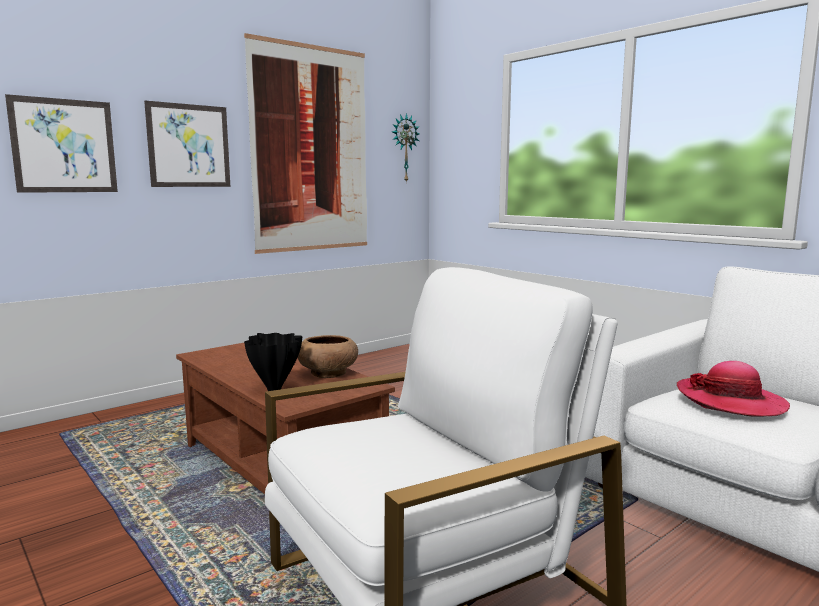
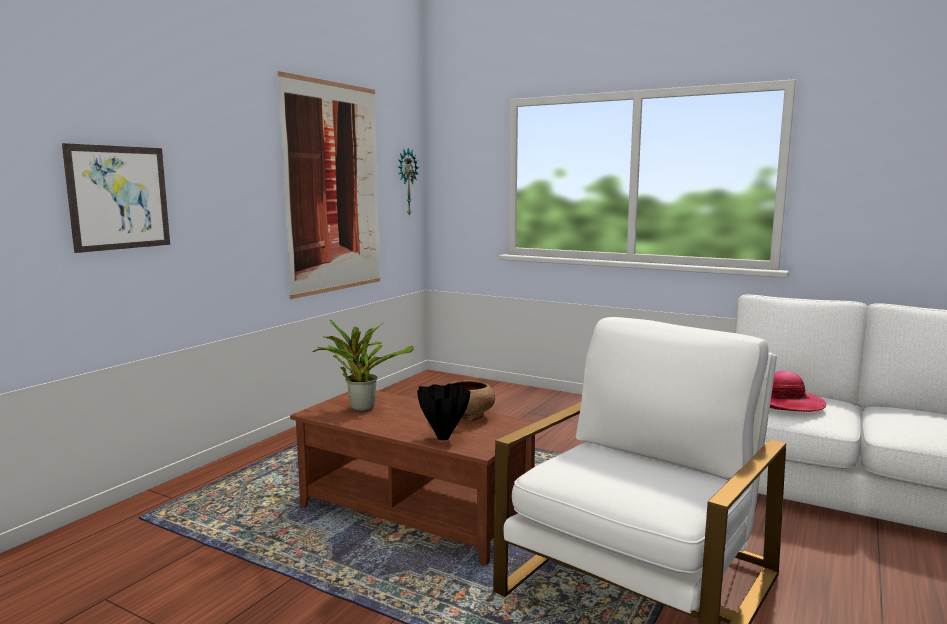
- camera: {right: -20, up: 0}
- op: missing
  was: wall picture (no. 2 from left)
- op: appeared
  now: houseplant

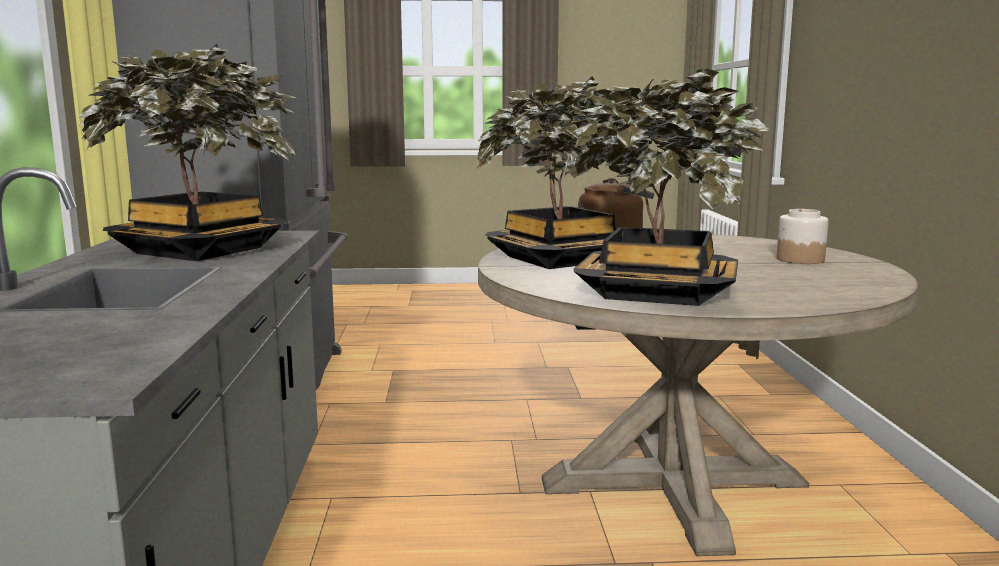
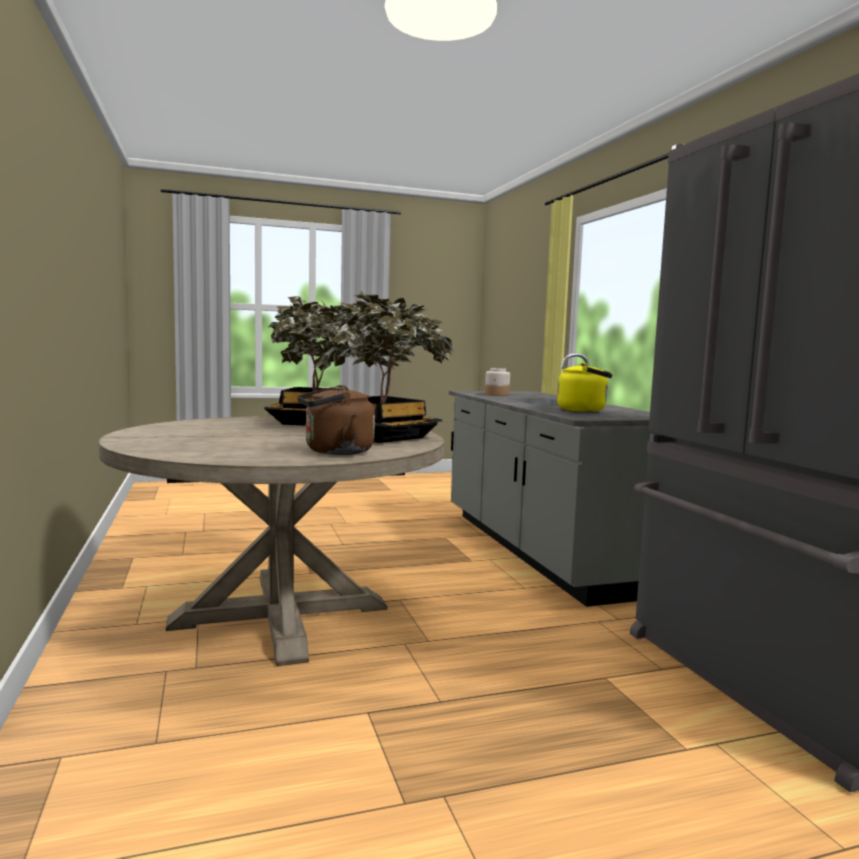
- camera: {right: 165, up: -5}
- op: relocated
  was: preserve jar
- op: exchanged
  was: houseplant (no. 1 from left)
  now: tea kettle/yellowish

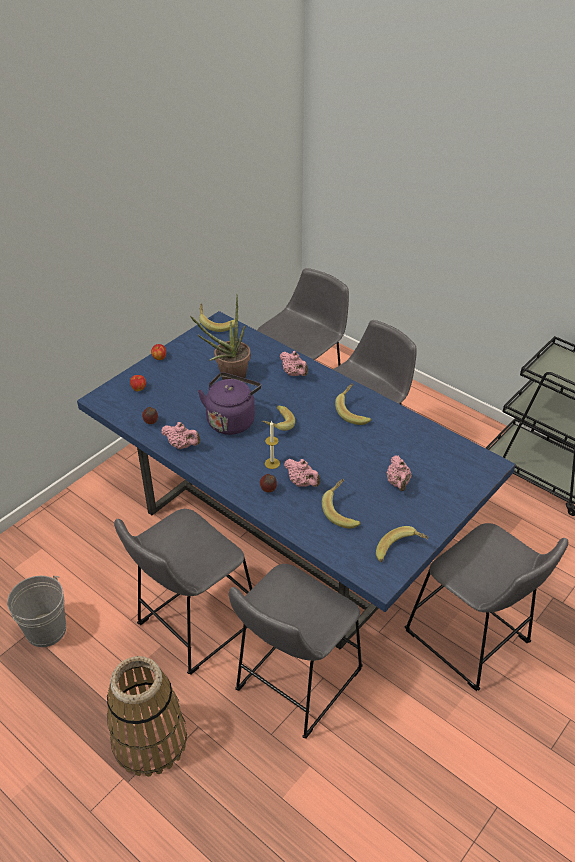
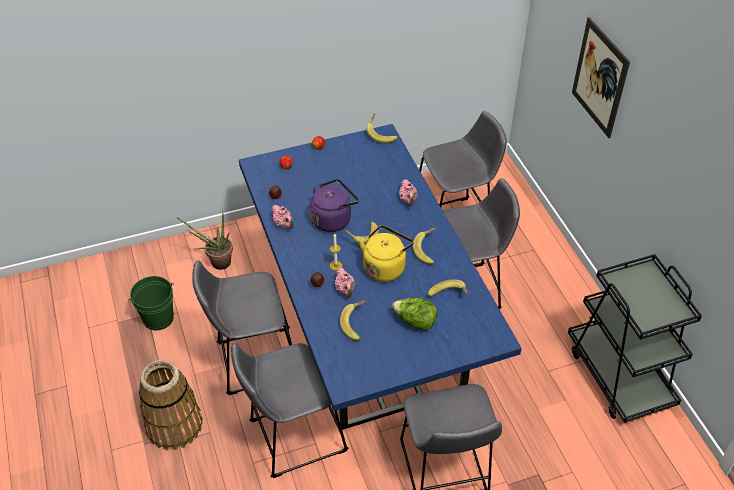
- camera: {right: 30, up: 5}
- op: appeared
  now: tea kettle/yellowish
- op: appeared
  now: wall picture
- op: relocated
  was: houseplant
- op: relocated
  was: banana fruit (no. 5 from left)
- op: exchanged
  was: pot for tea/pink-coloured (no. 4 from left)
  now: lettuce head
- op: colour
  was: water bucket/greyish
  now: water bucket/green

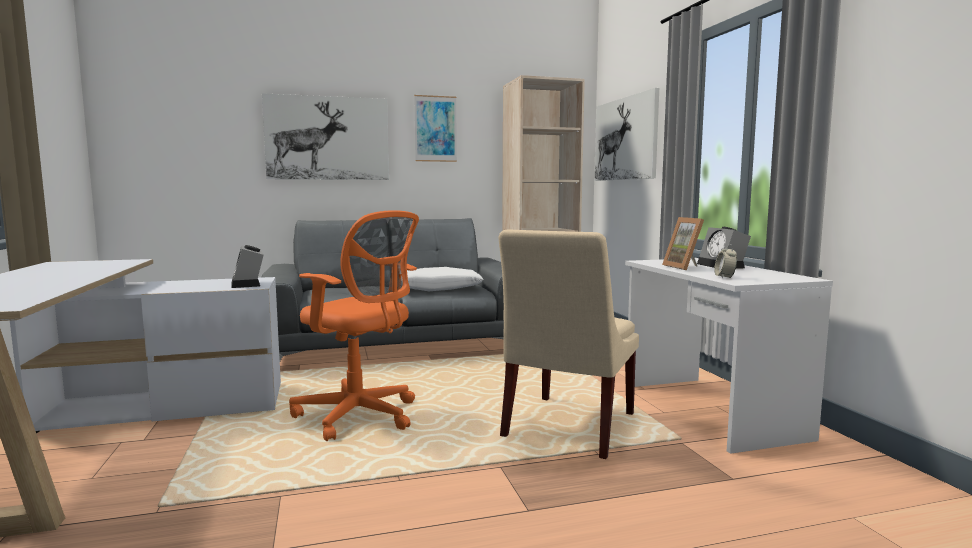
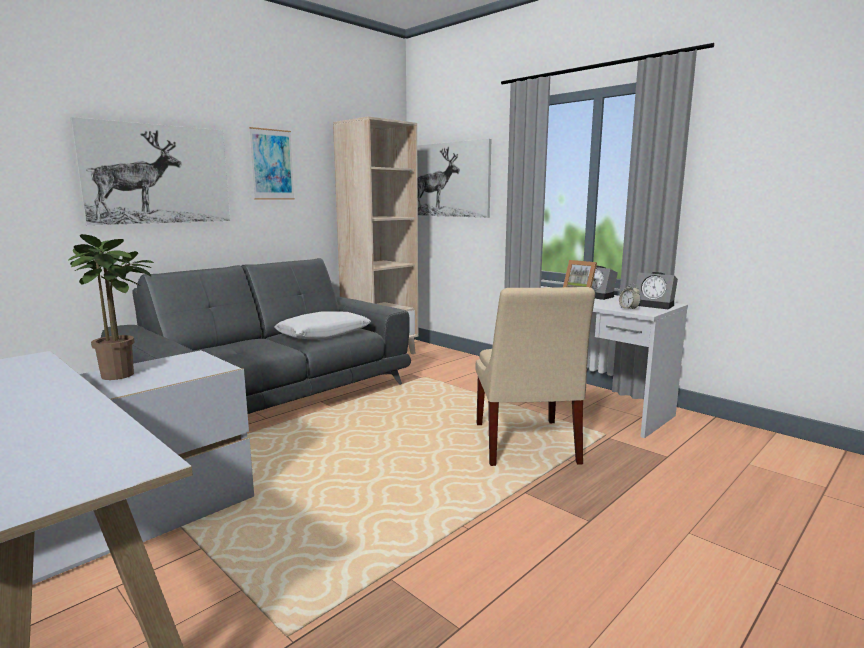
- camera: {right: -30, up: 5}
- op: missing
  was: desk chair/orange-coloured
- op: appeared
  now: houseplant
- op: relocated
  was: alarm clock (no. 1 from left in the first image)
  now: alarm clock (no. 3 from left)

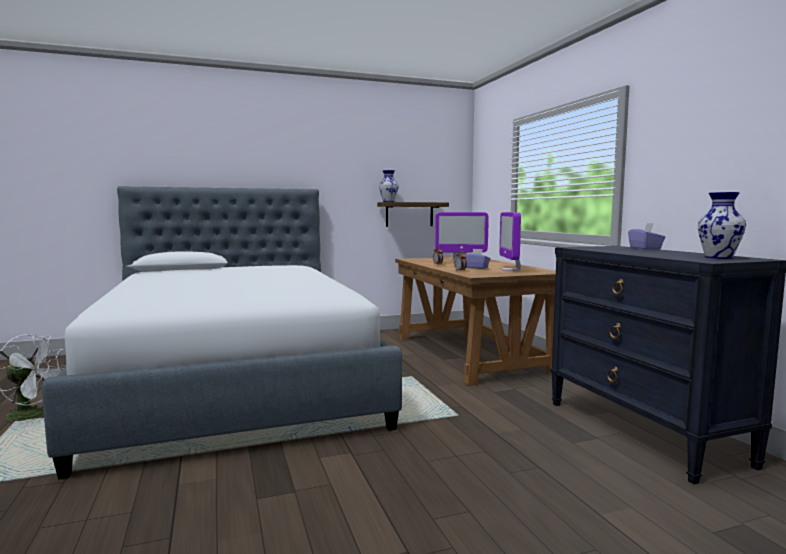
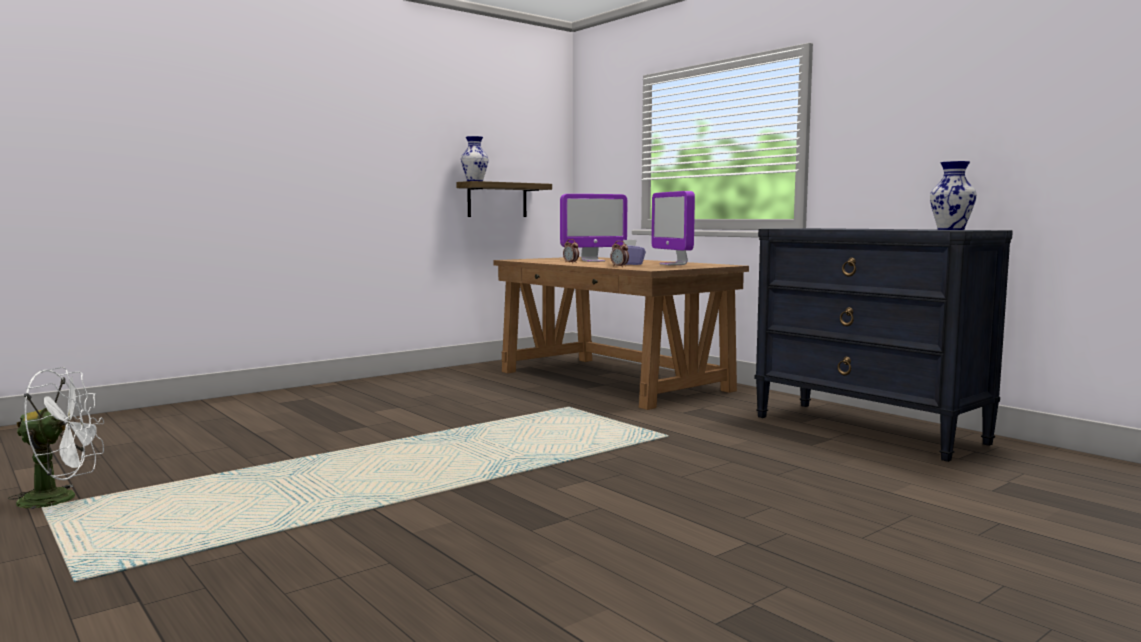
- camera: {right: -20, up: 0}
- op: missing
  was: bedroom bed
- op: missing
  was: box of tissues/purple (no. 2 from left)

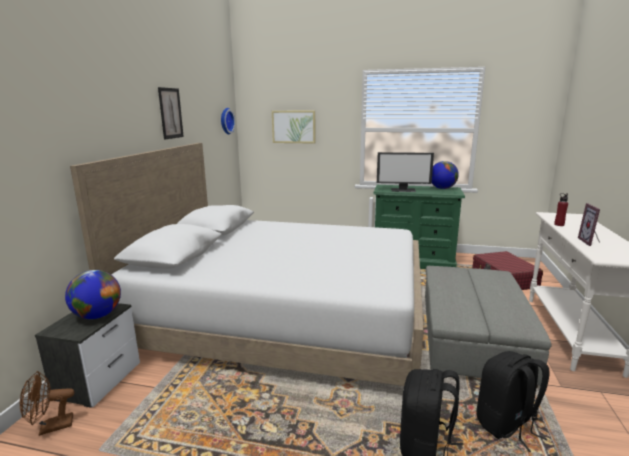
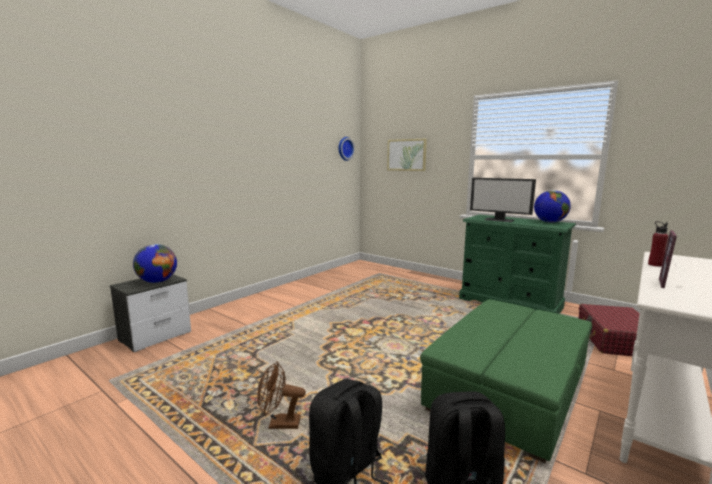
- camera: {right: 25, up: -5}
- op: missing
  was: bedroom bed/white-coloured
- op: missing
  was: wall picture (no. 1 from left)
- op: relocated
  was: electric fan/brown-coloured
- op: colour
  was: ottoman/greyish
  now: ottoman/green

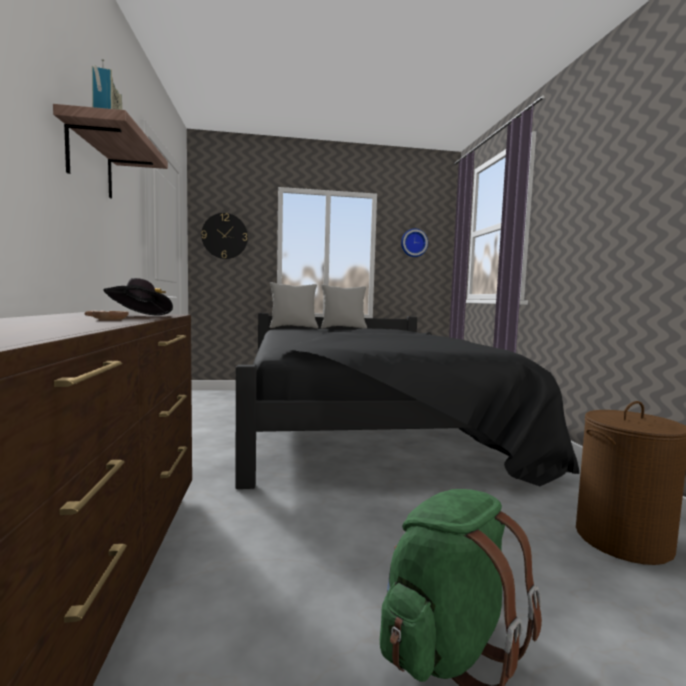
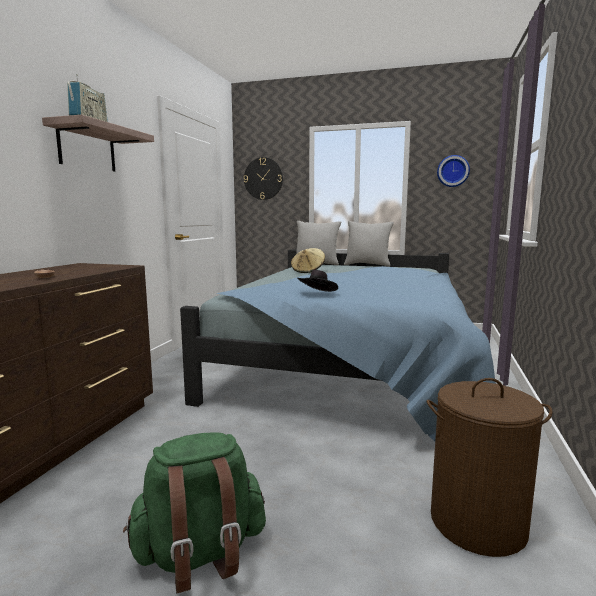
- camera: {right: 25, up: 5}
- op: appeared
  now: wearable hat/beige-coloured
- op: relocated
  was: wearable hat/blackish
- op: colour
  was: bedroom bed/blackish
  now: bedroom bed/bluish

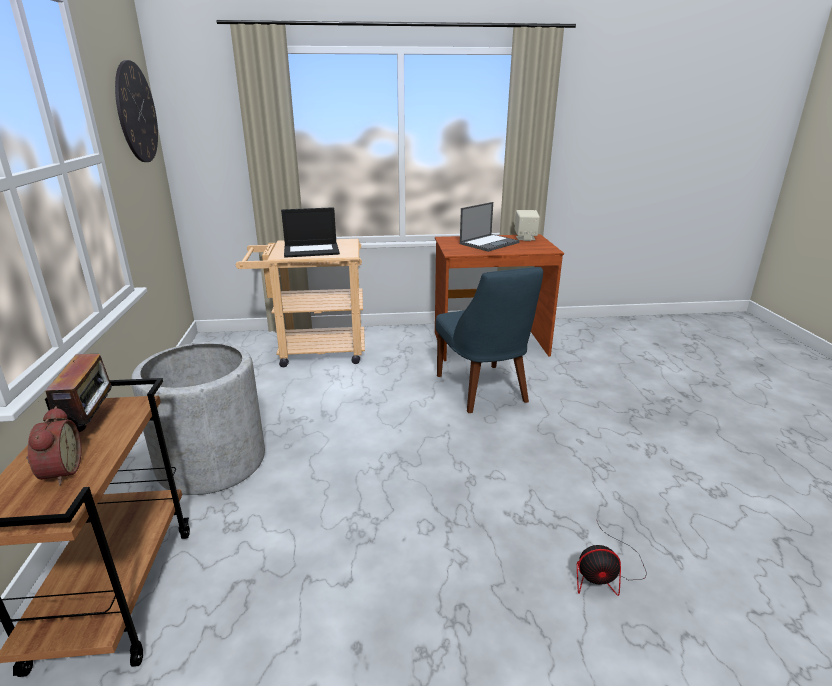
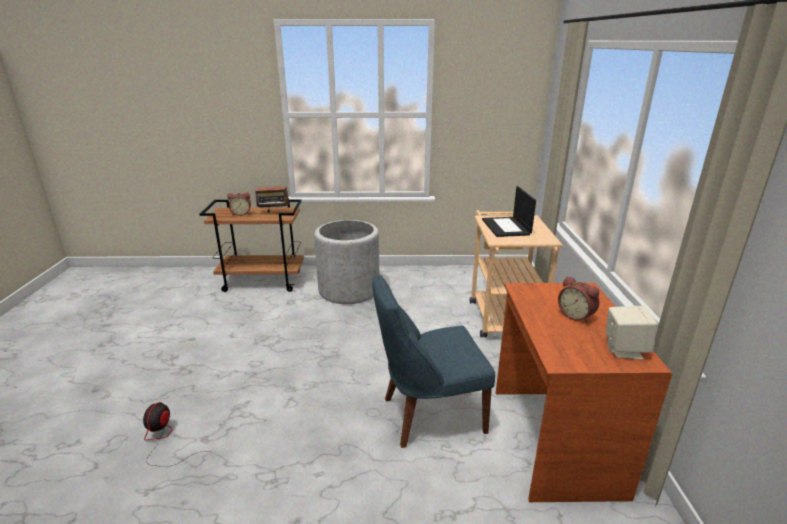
- camera: {right: 95, up: 0}
- op: missing
  was: hanging clock
- op: exchanged
  was: portable computer (no. 2 from left)
  now: alarm clock (no. 2 from left)

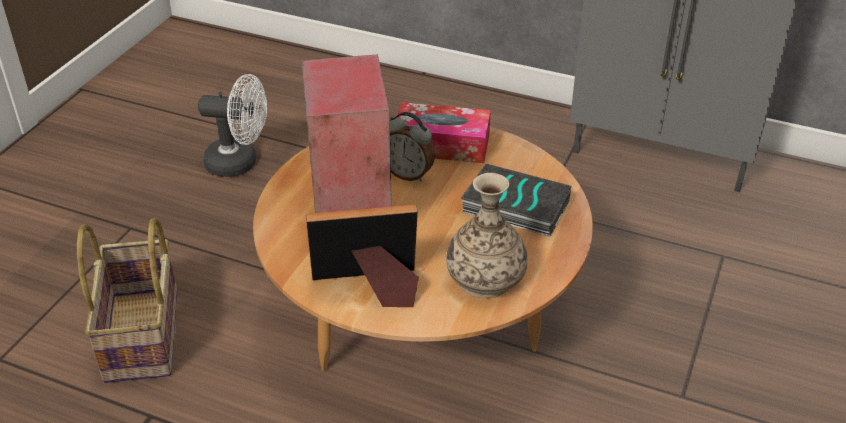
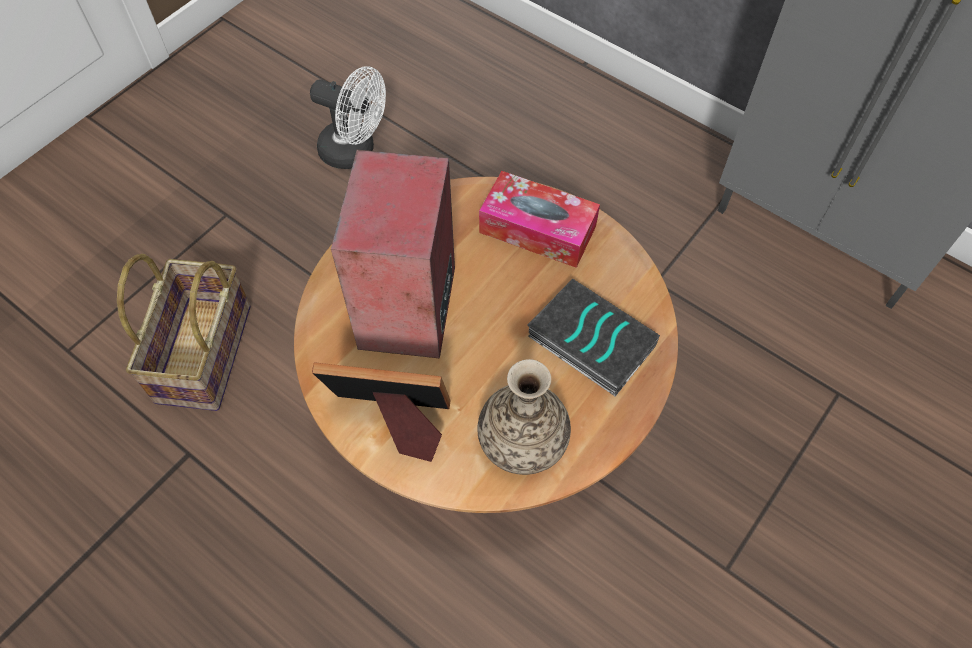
- camera: {right: 15, up: 20}
- op: missing
  was: alarm clock

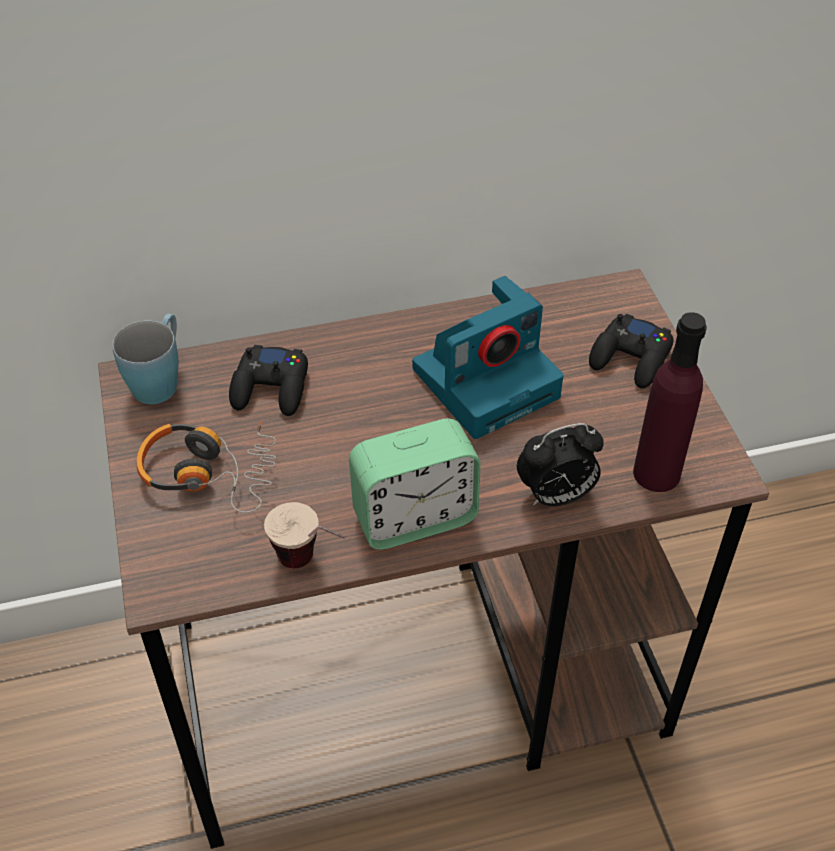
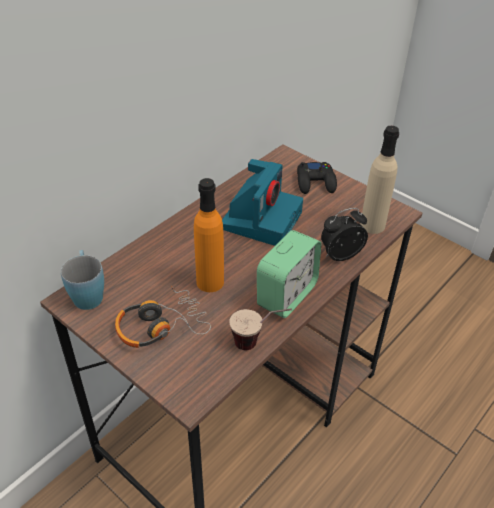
- camera: {right: -35, up: -5}
- op: missing
  was: joypad/blackish (no. 1 from left)
- op: appeared
  now: drink bottle/orange-coloured
- op: colour
  was: drink bottle/purple
  now: drink bottle/beige-coloured
- op: spun
  was: alarm clock (no. 2 from left)
  clockwise: -150

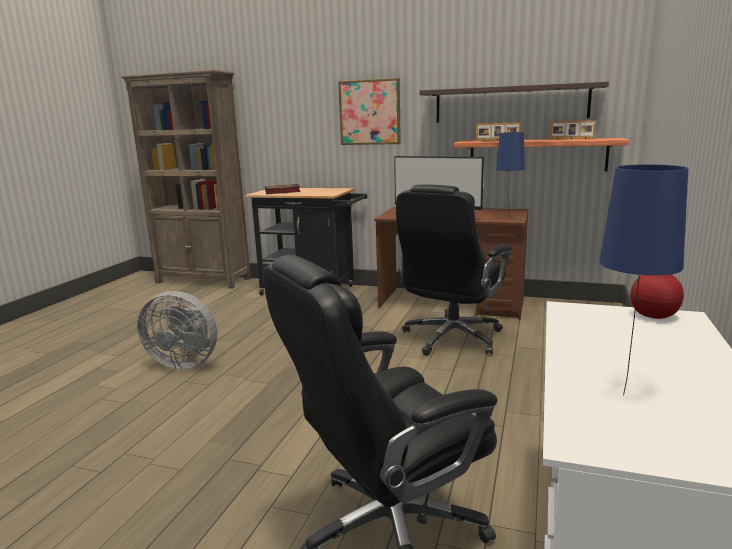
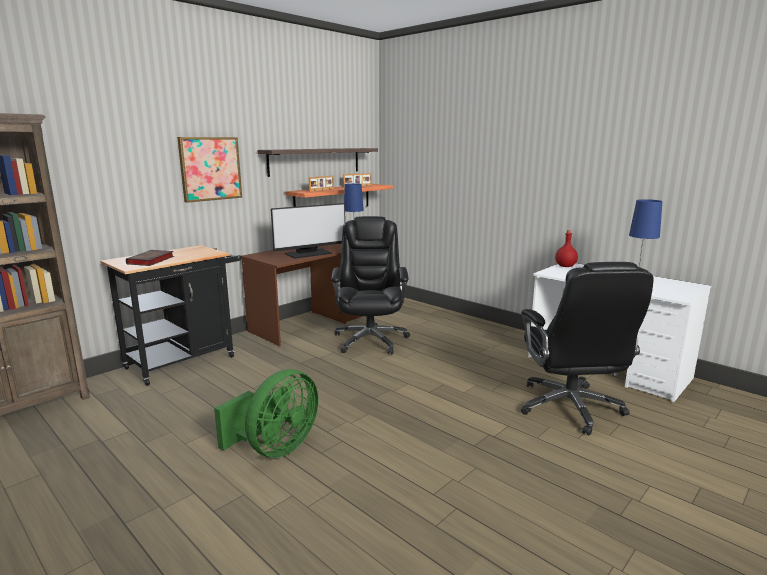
- camera: {right: -65, up: 0}
- op: colour
  was: electric fan/greyish
  now: electric fan/green
- op: spun
  was: desk chair/blackish (no. 2 from left in the first image)
  clockwise: -150

